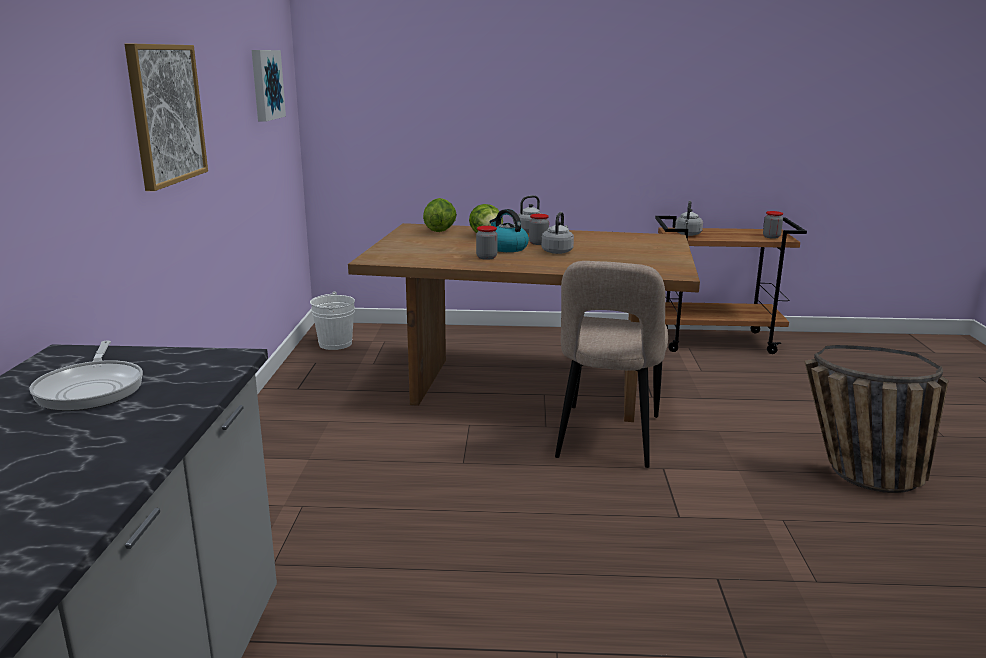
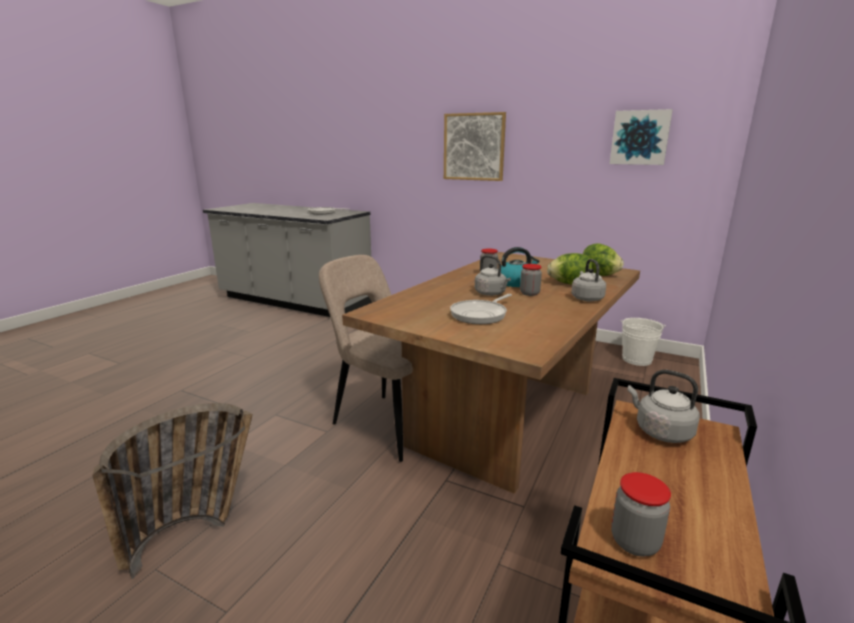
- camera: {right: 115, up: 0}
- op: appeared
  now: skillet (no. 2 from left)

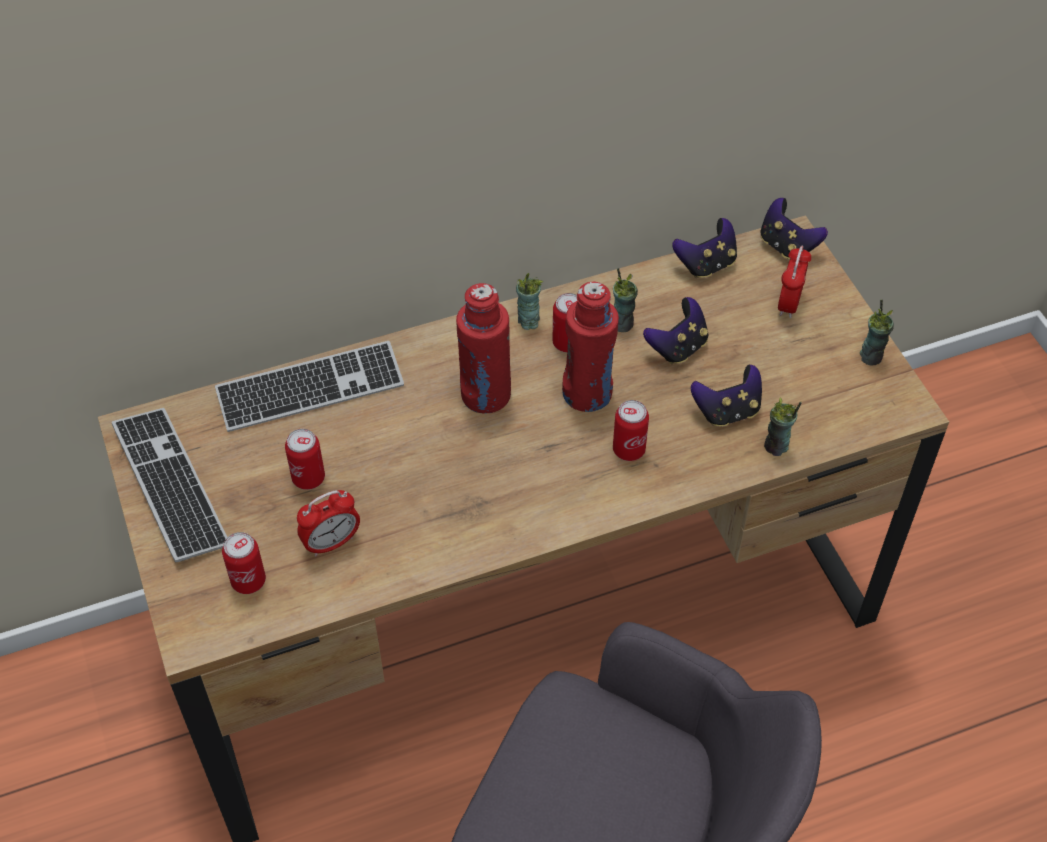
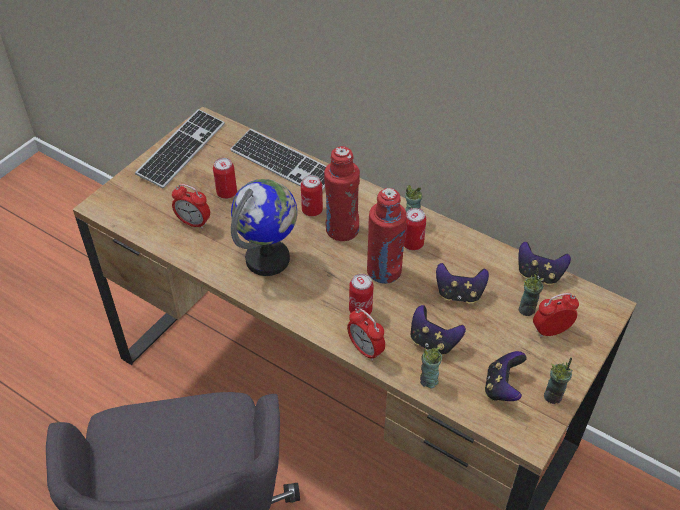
- camera: {right: 55, up: -5}
- op: appeared
  now: world globe
- op: appeared
  now: alarm clock (no. 2 from left)
- op: relocated
  was: metal can (no. 1 from left in the first image)
  now: metal can (no. 2 from left)
- op: relocated
  was: cup (no. 2 from left in the first image)
  now: cup (no. 3 from left)
- op: relocated
  was: joypad (no. 4 from left in the first image)
  now: joypad (no. 3 from left)

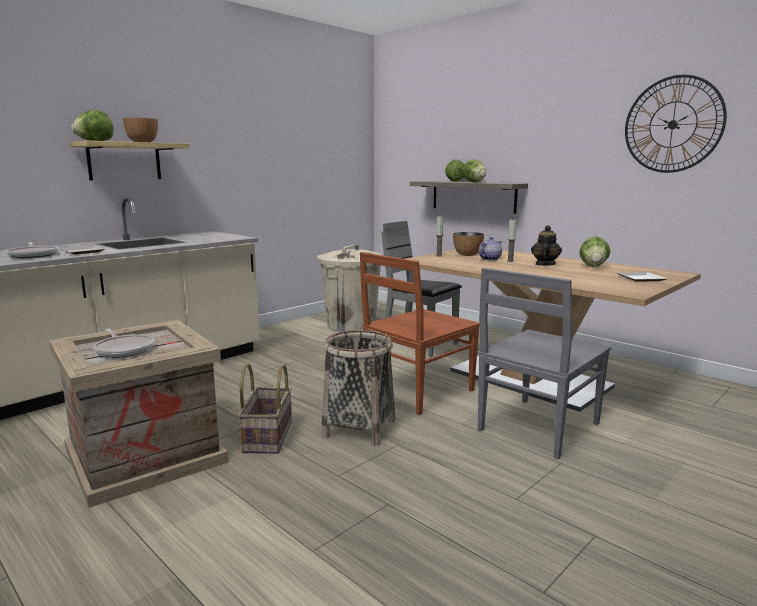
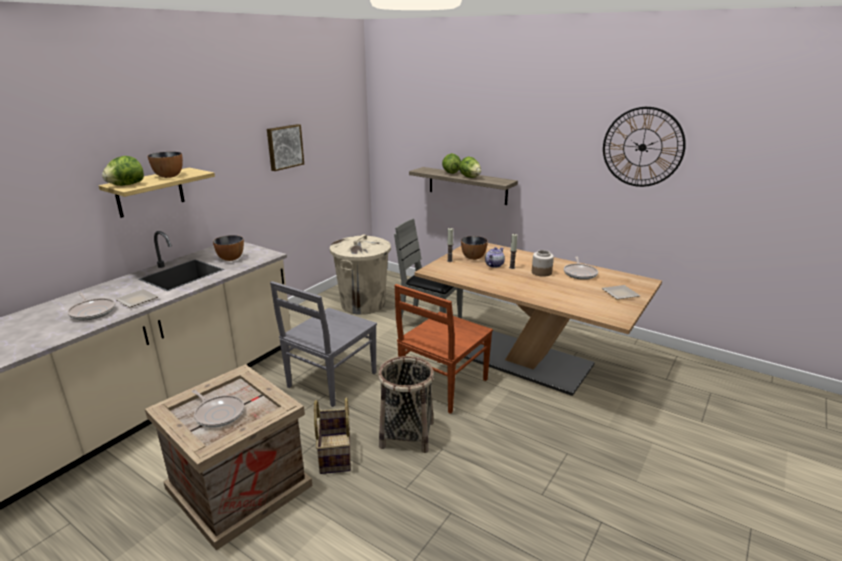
- camera: {right: -10, up: 10}
- op: appeared
  now: deep dish (no. 2 from left)
- op: appeared
  now: wall picture
- op: relocated
  was: chair/greyish (no. 2 from left in the first image)
  now: chair/greyish (no. 1 from left)
- op: exchanged
  was: pot for tea (no. 2 from left)
  now: preserve jar
- op: exchanged
  was: lettuce head (no. 4 from left)
  now: skillet (no. 3 from left)

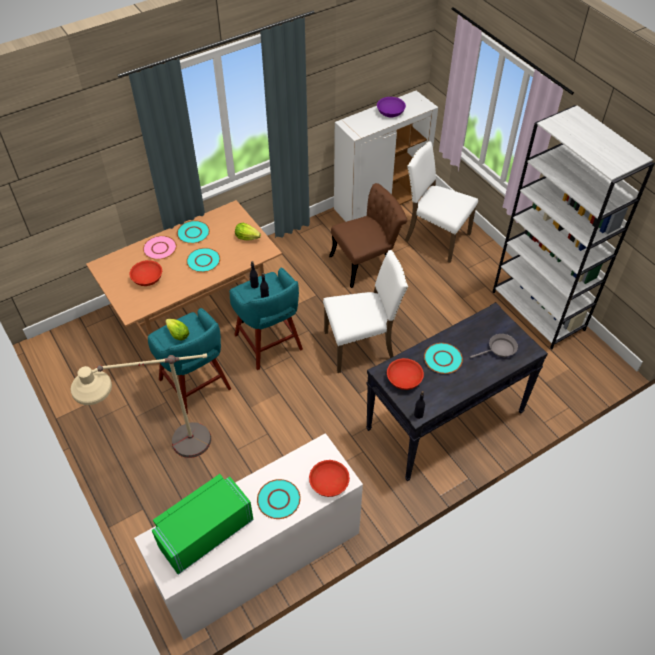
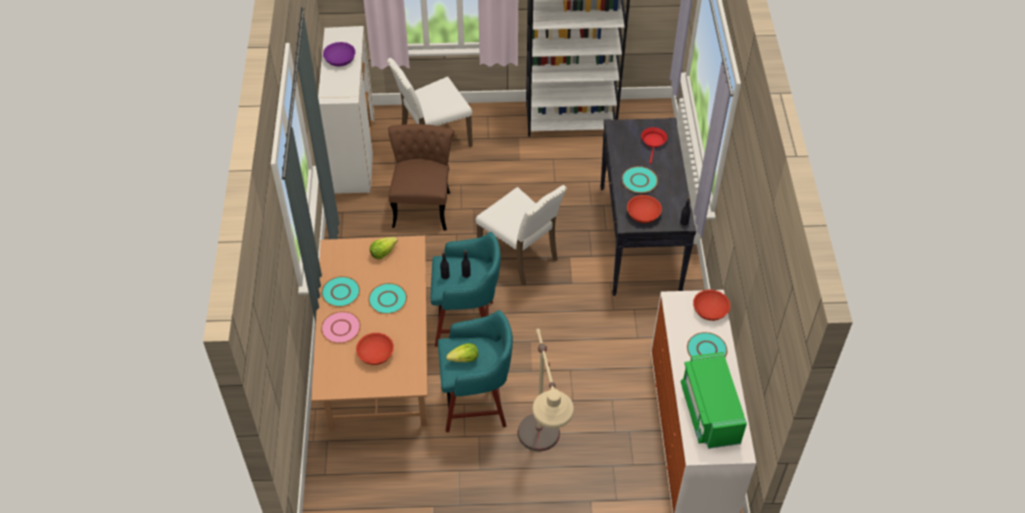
- camera: {right: -60, up: 0}
- op: colour
  was: skillet/greyish
  now: skillet/red-coloured
- op: spun
  was: chair/white-coloured (no. 1 from left in the first image)
  clockwise: 120

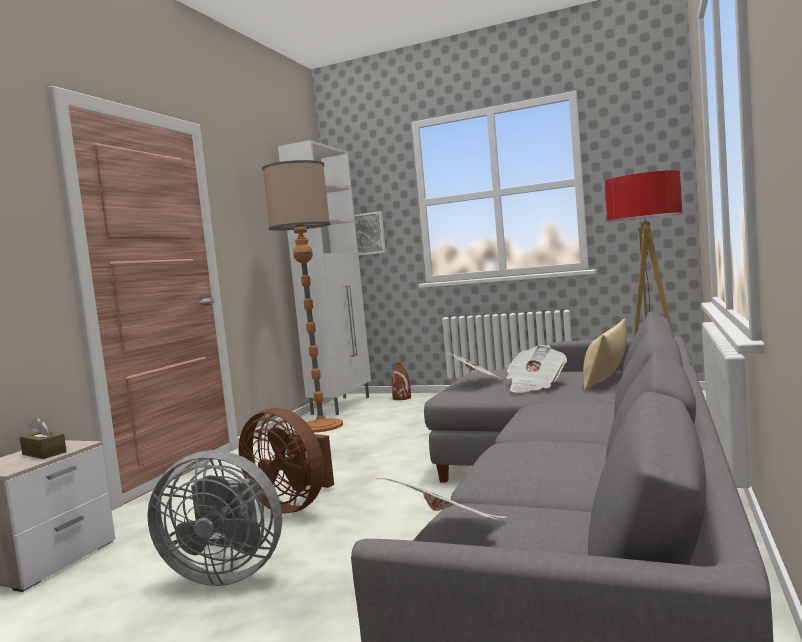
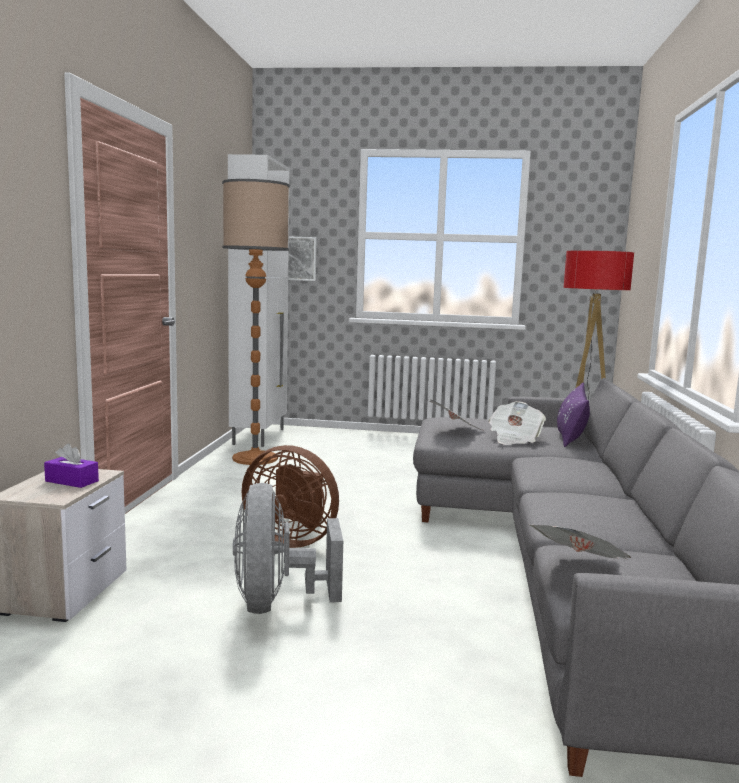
- camera: {right: -15, up: 5}
- op: missing
  was: decorative vase/brown-coloured
- op: colour
  was: box of tissues/brown-coloured
  now: box of tissues/purple
- op: colour
  was: cushion/beige-coloured
  now: cushion/purple
- op: spun
  was: electric fan/greyish
  clockwise: 90

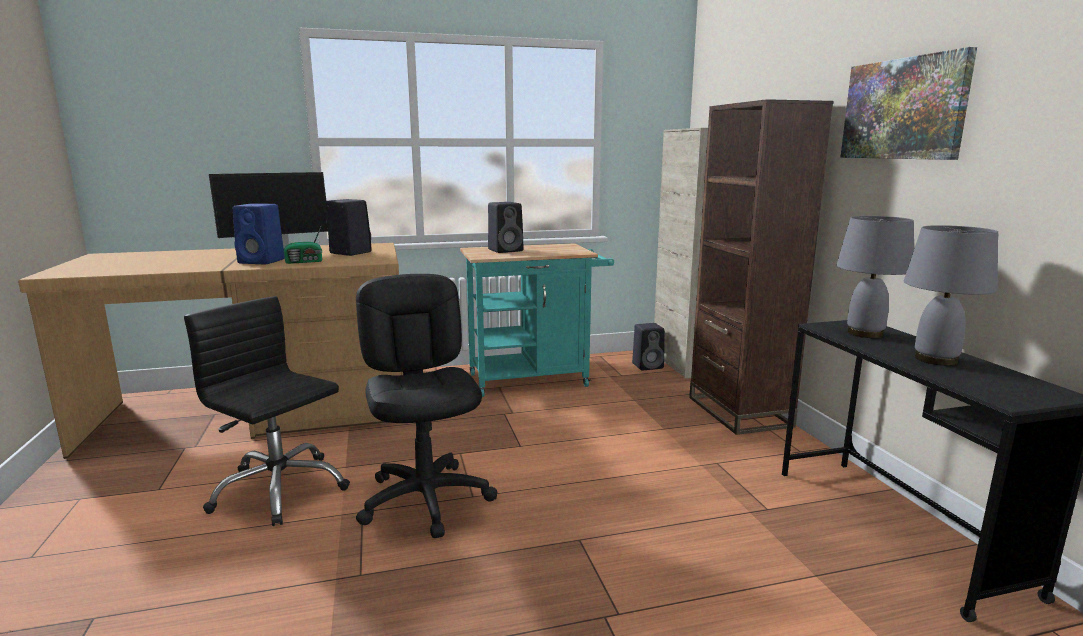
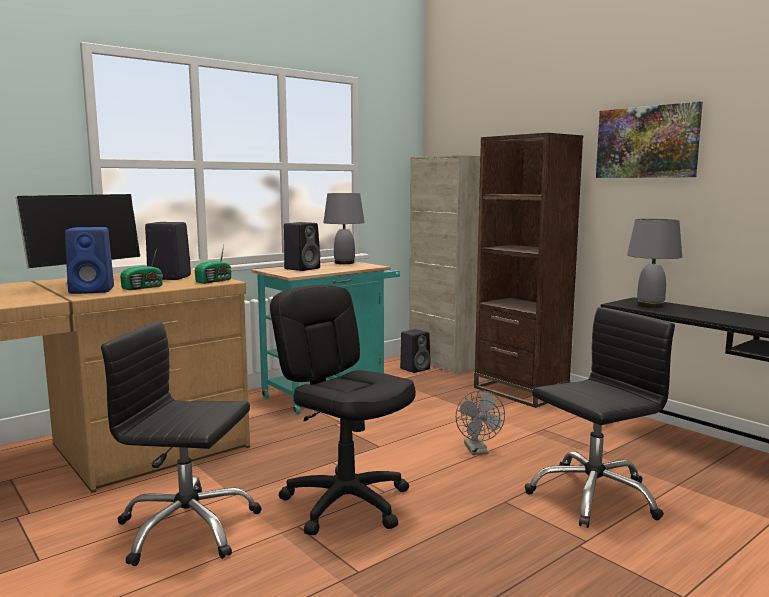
- camera: {right: -25, up: -5}
- op: appeared
  now: radio (no. 2 from left)
- op: appeared
  now: electric fan/greyish
- op: appeared
  now: desk chair/blackish (no. 3 from left)
- op: relocated
  was: tabletop lamp/greyish (no. 2 from left in the first image)
  now: tabletop lamp/greyish (no. 1 from left)

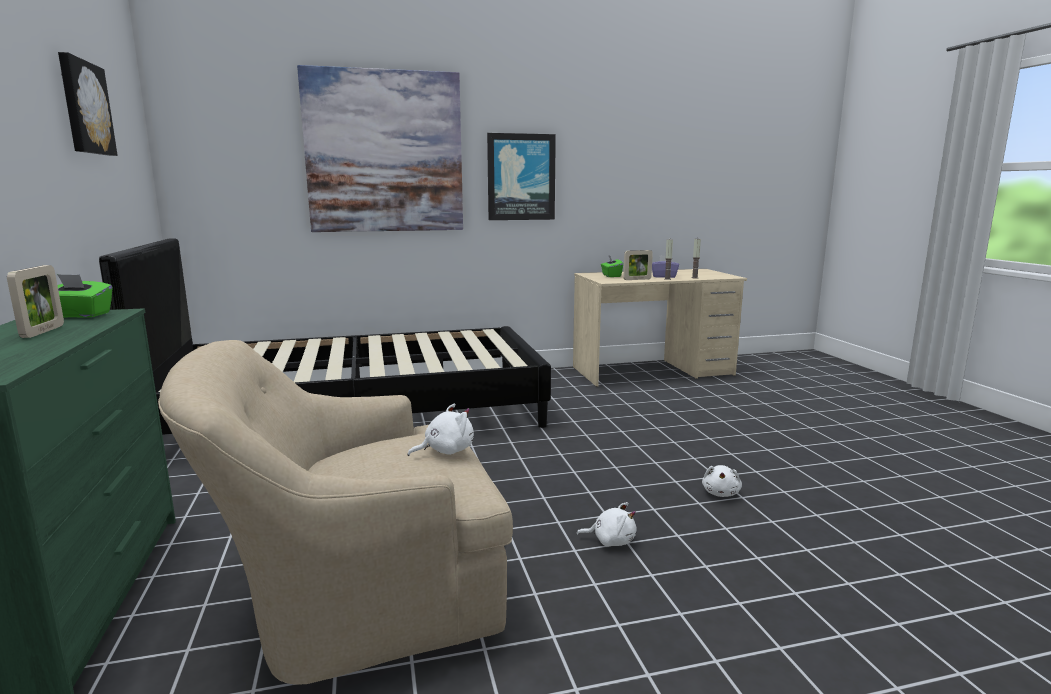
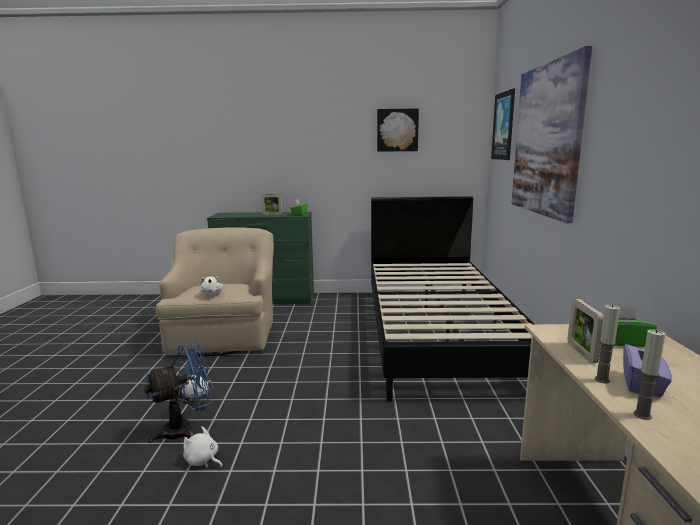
- camera: {right: 105, up: 0}
- op: appeared
  now: electric fan/bluish
- op: relocated
  was: wall picture (no. 3 from left in the first image)
  now: wall picture (no. 2 from left)

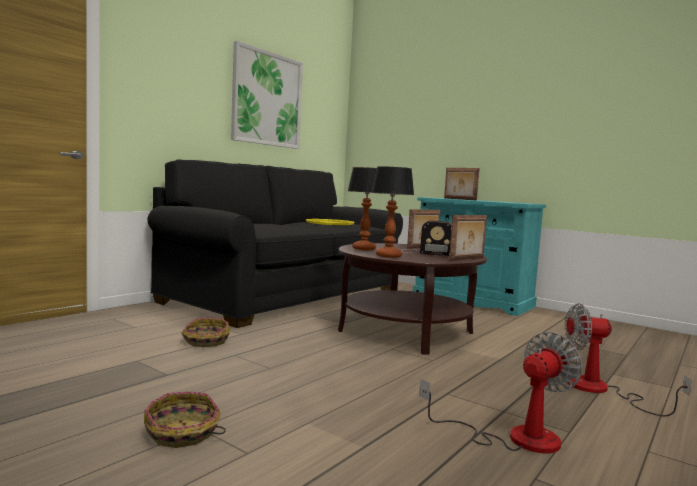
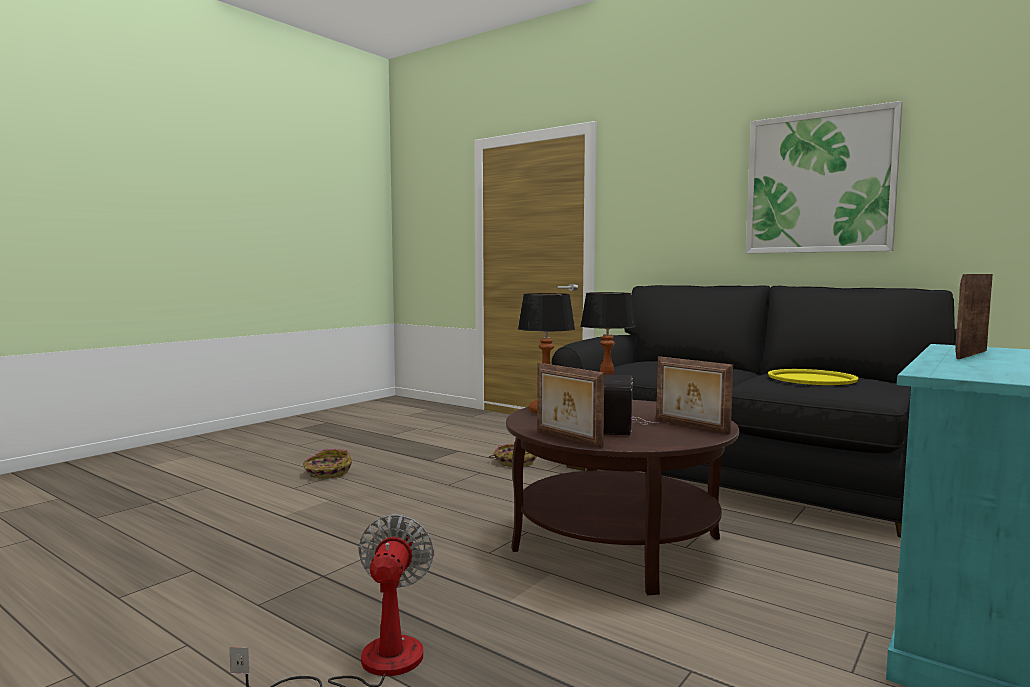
- camera: {right: 90, up: 0}
- op: missing
  was: electric fan (no. 1 from left)

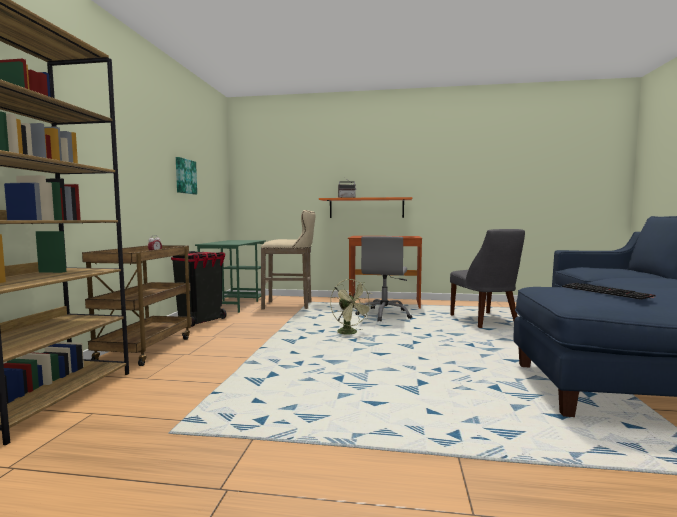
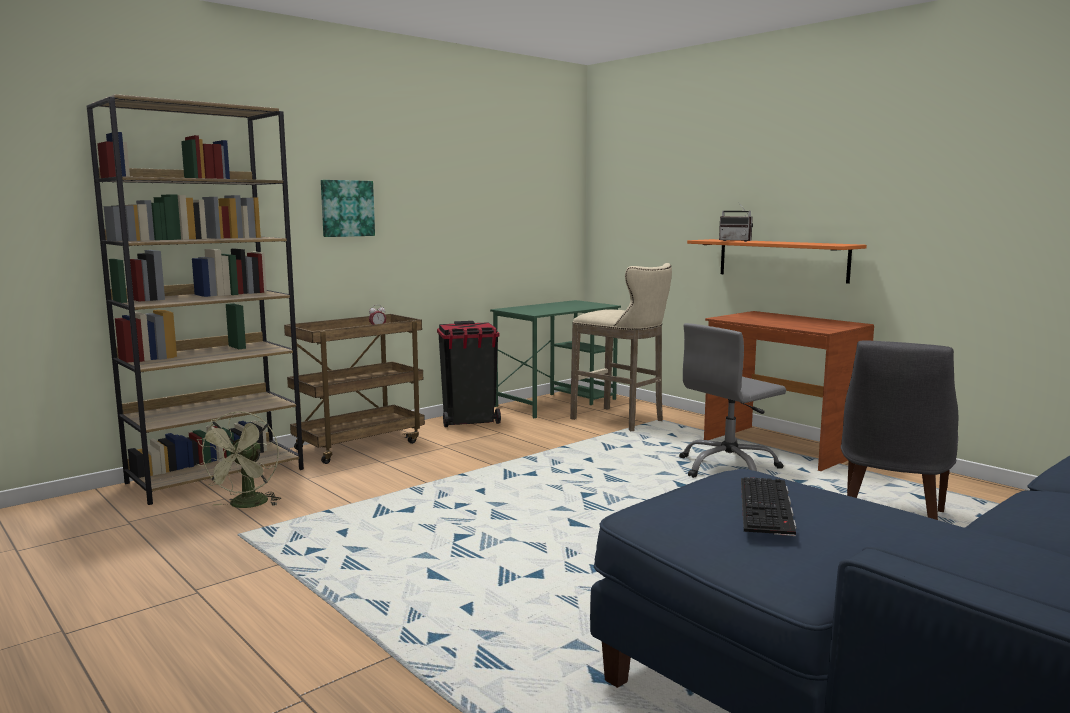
- camera: {right: 40, up: 5}
- op: relocated
  was: wall picture
- op: relocated
  was: electric fan/green

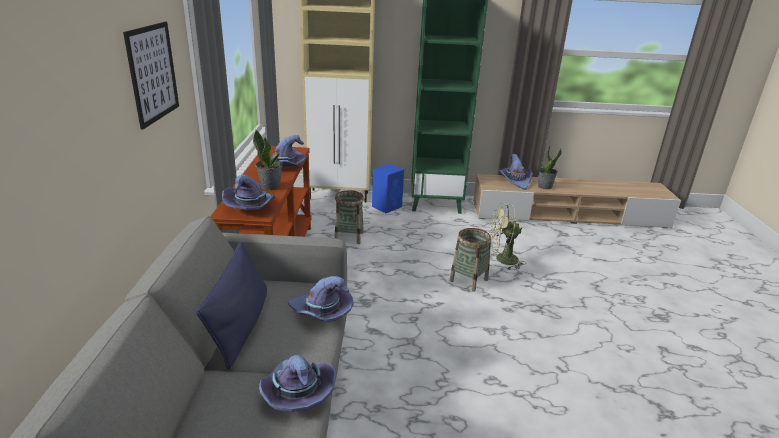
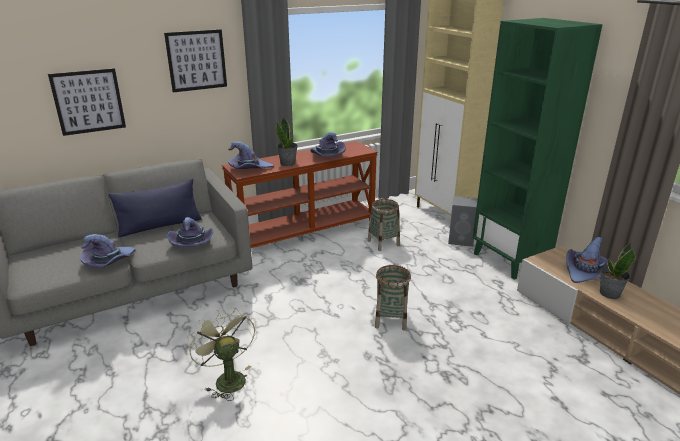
- camera: {right: 60, up: 0}
- op: appeared
  now: wall picture (no. 1 from left)
- op: relocated
  was: electric fan/green
- op: colour
  was: loudspeaker/bluish
  now: loudspeaker/greyish

